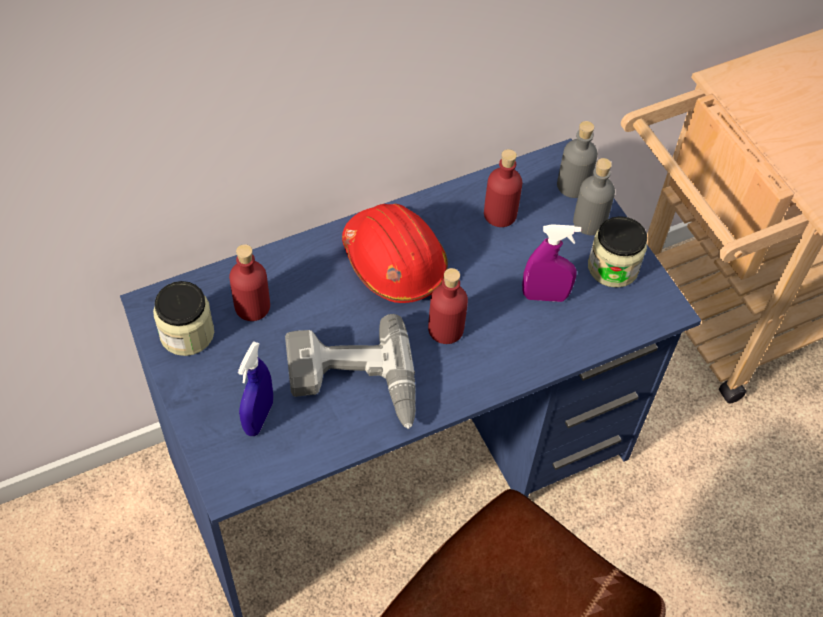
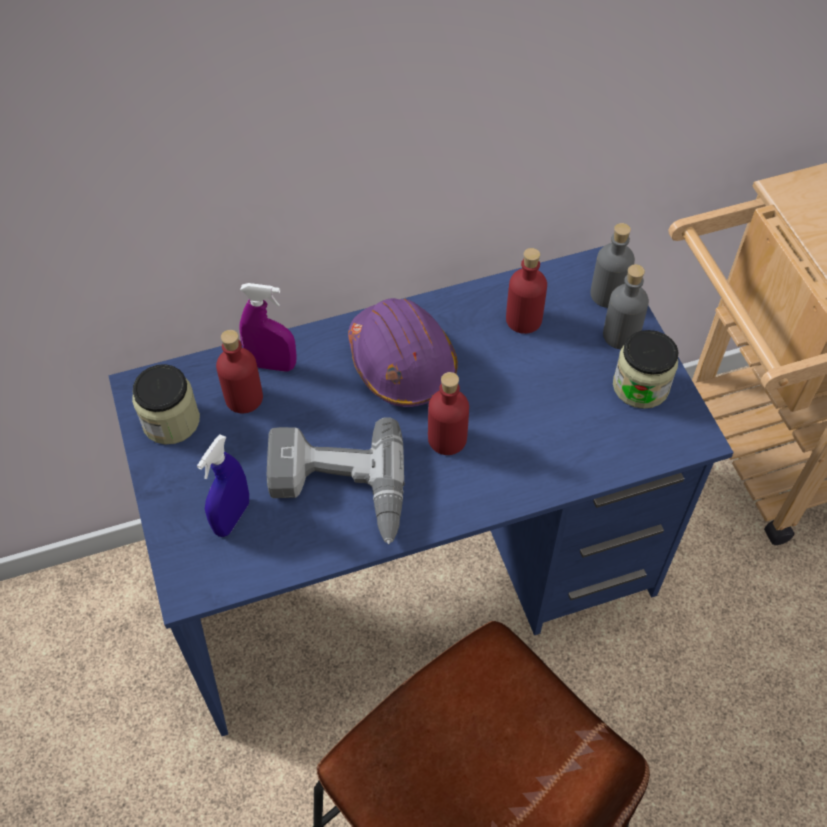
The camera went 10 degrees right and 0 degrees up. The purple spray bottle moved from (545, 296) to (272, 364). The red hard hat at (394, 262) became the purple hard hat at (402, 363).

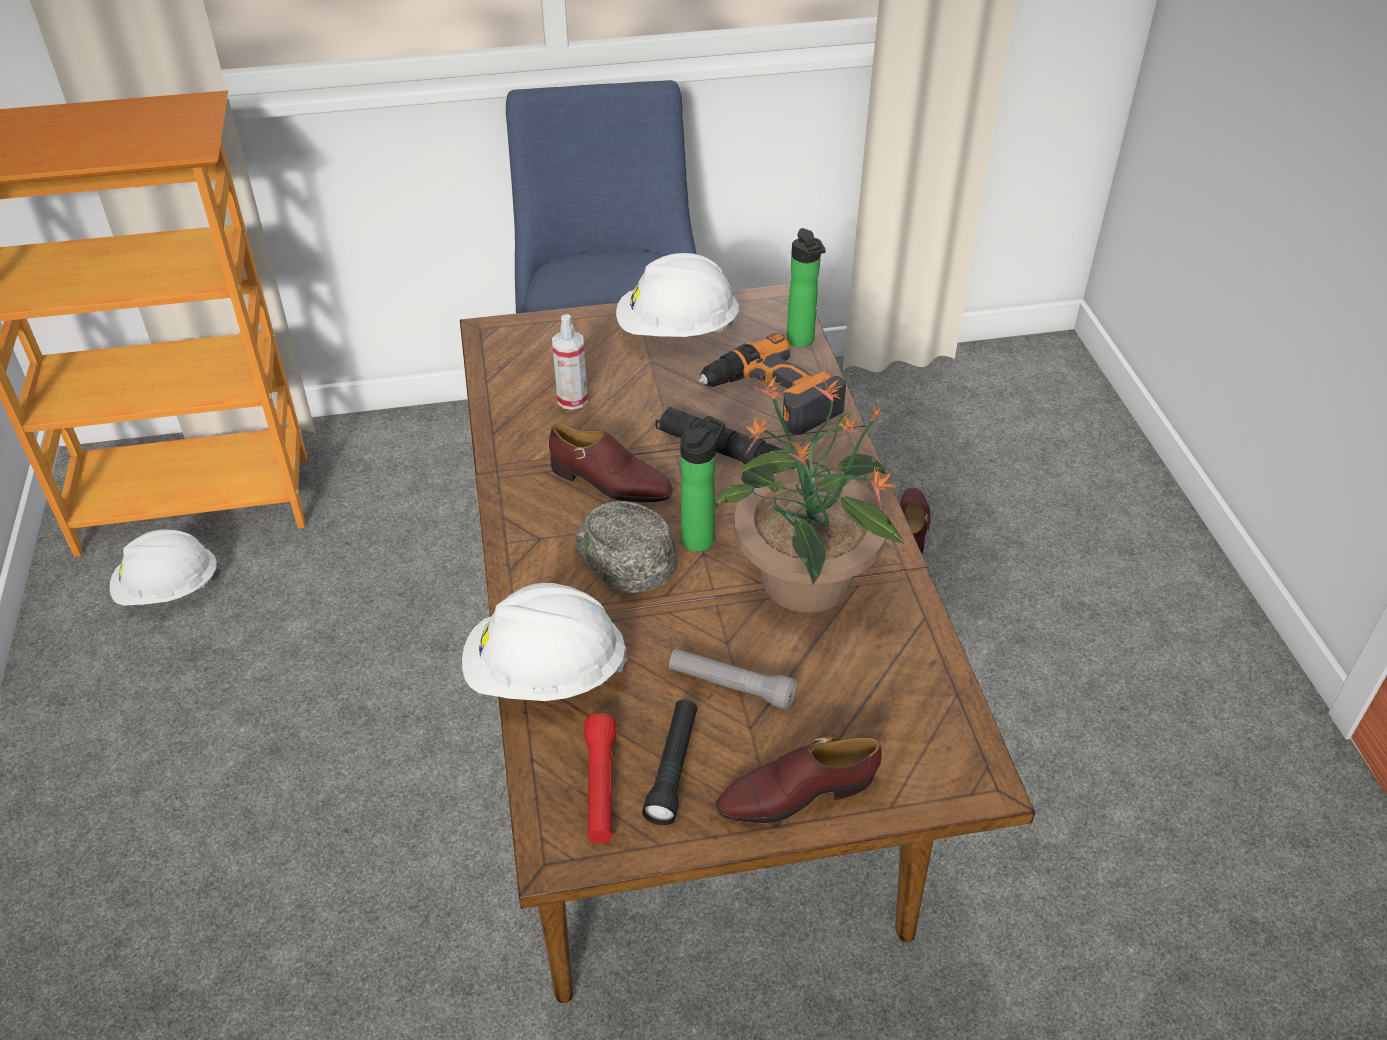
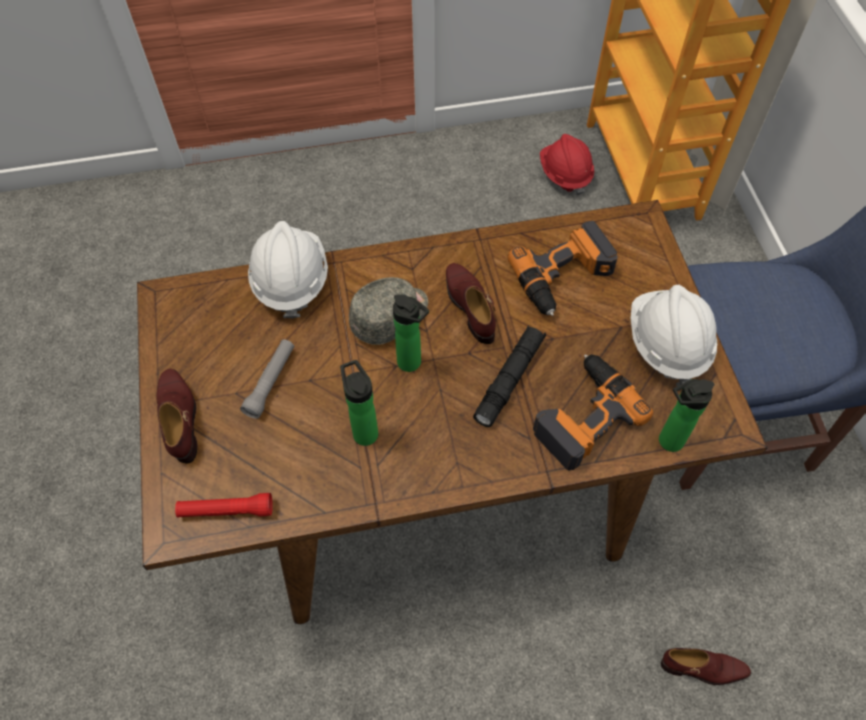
The camera went 90 degrees right and 15 degrees up. The red flashlight moved from (600, 787) to (226, 510). The potted plant at (805, 582) was replaced by the bottle at (364, 431). The brown shoe at (610, 482) turned 135 degrees clockwise. The spray bottle at (572, 399) was replaced by the power drill at (564, 277). The white hard hat at (169, 589) became the red hard hat at (565, 174). The black flashlight at (673, 768) disappeared.

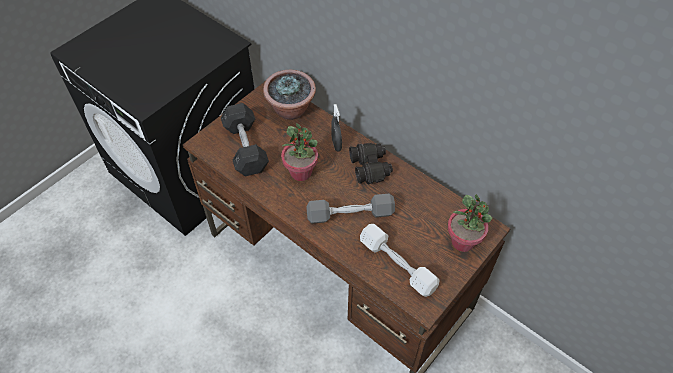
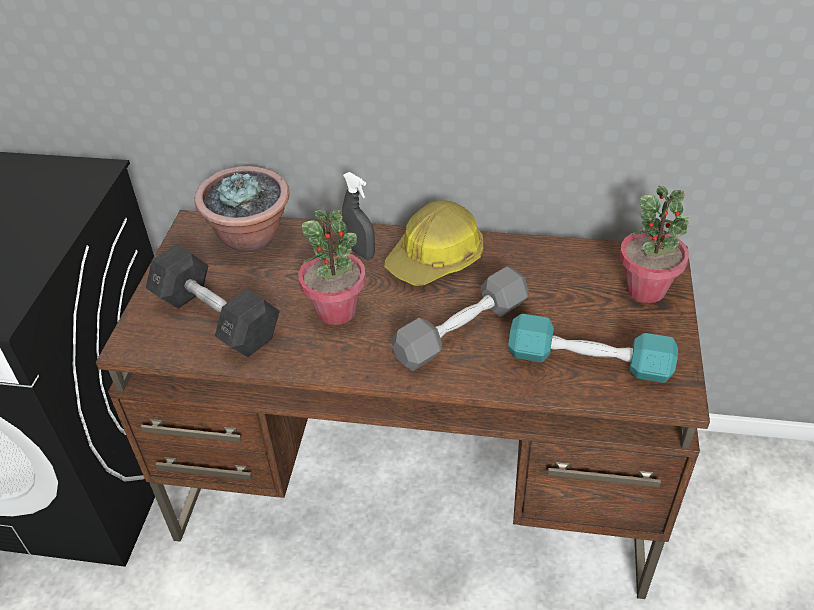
The camera went 30 degrees left and 10 degrees down. The black binoculars at (370, 167) was replaced by the hard hat at (436, 258). The white dumbbell at (397, 265) became the turquoise dumbbell at (589, 362).

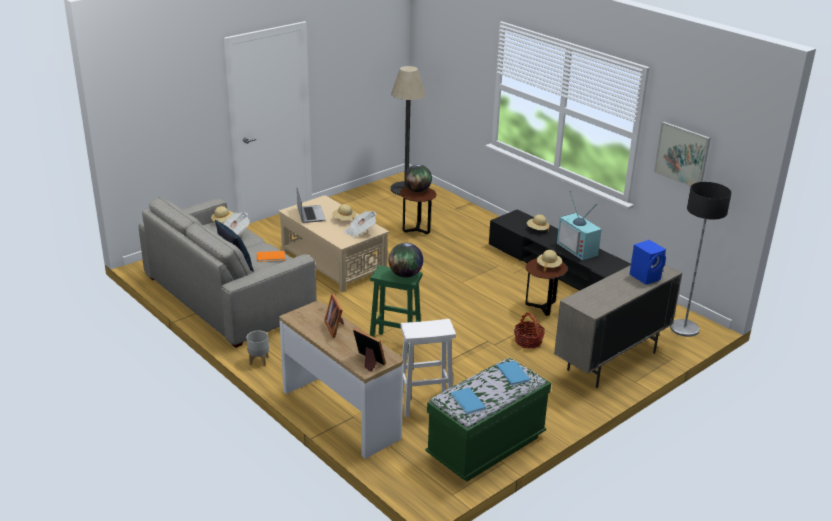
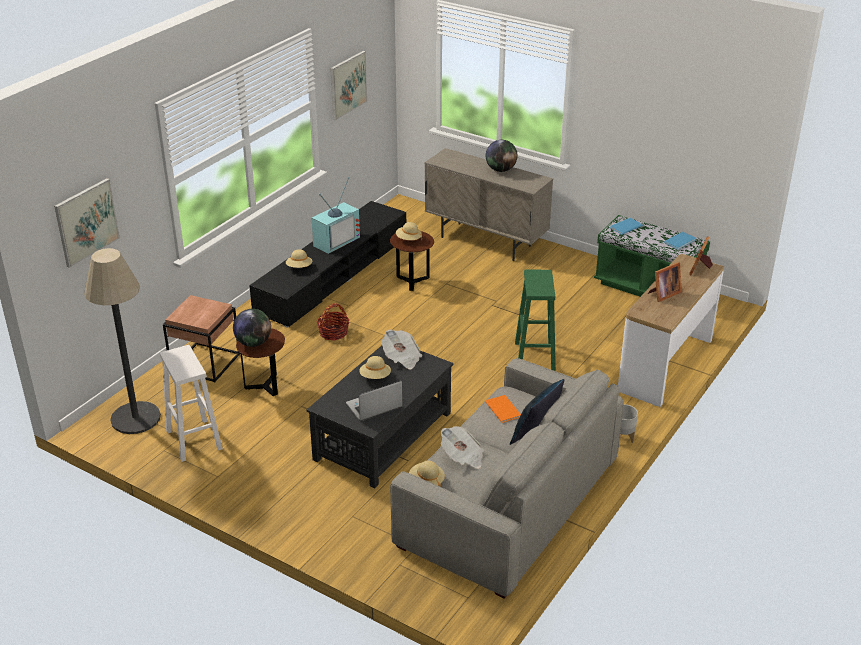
The camera went 105 degrees left and 5 degrees up. The picture at (86, 222) appeared. The white stool moved from (424, 403) to (194, 440). The brown side table at (205, 362) appeared. The beige coffee table at (333, 262) became the black coffee table at (382, 436). The basket moved from (528, 341) to (333, 333). The globe moved from (405, 275) to (500, 170). The blue speaker at (646, 277) disappeared. The floor lamp at (684, 328) disappeared.

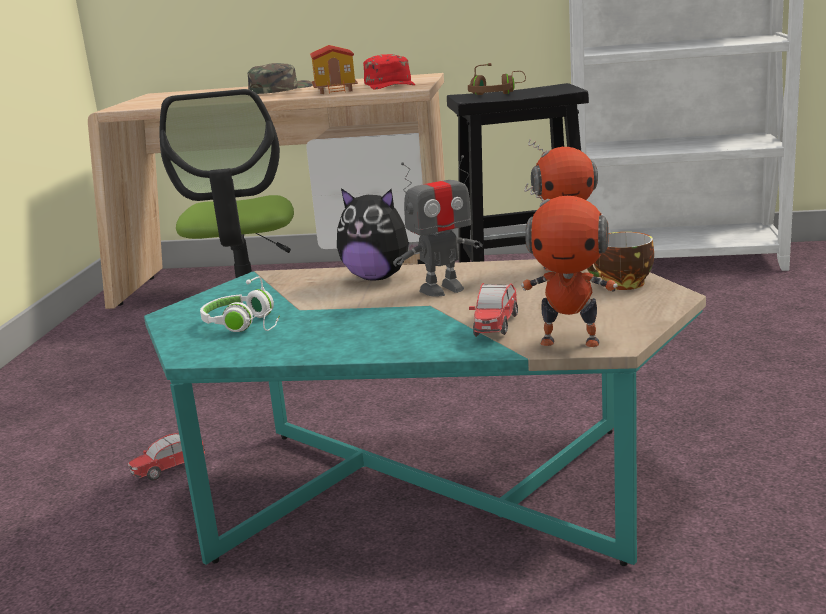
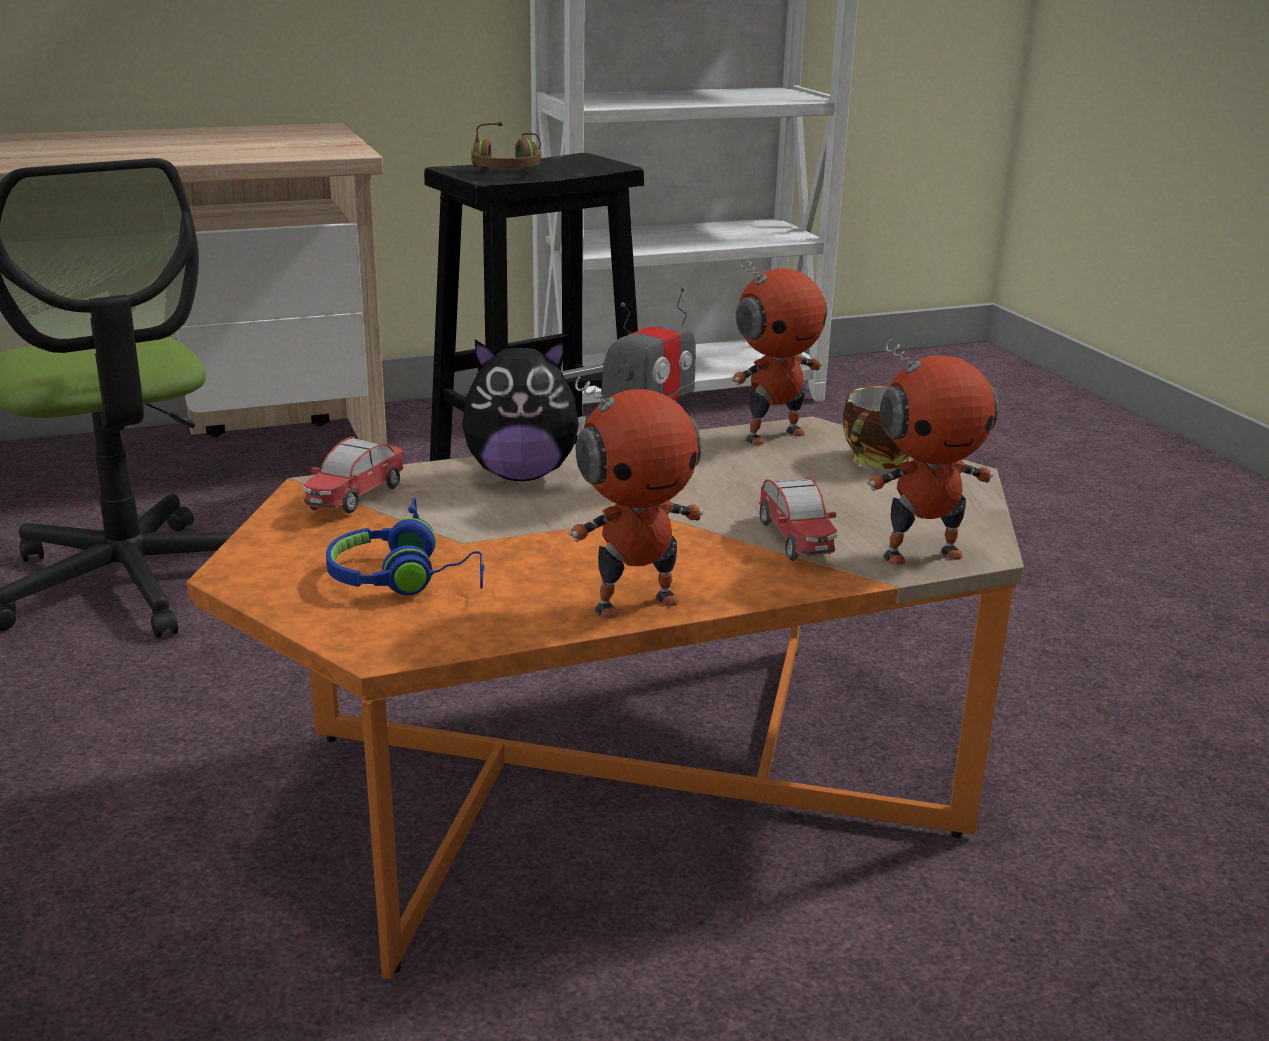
The camera went 30 degrees left and 5 degrees up. The turquoise coffee table at (429, 491) became the orange coffee table at (627, 784). The toy car moved from (170, 469) to (357, 498). The white headphones at (246, 325) became the blue headphones at (407, 580). The toy robot at (635, 603) appeared. The green cap at (280, 90) disappeared. The toy house at (336, 90) disappeared. The red cap at (390, 84) disappeared.

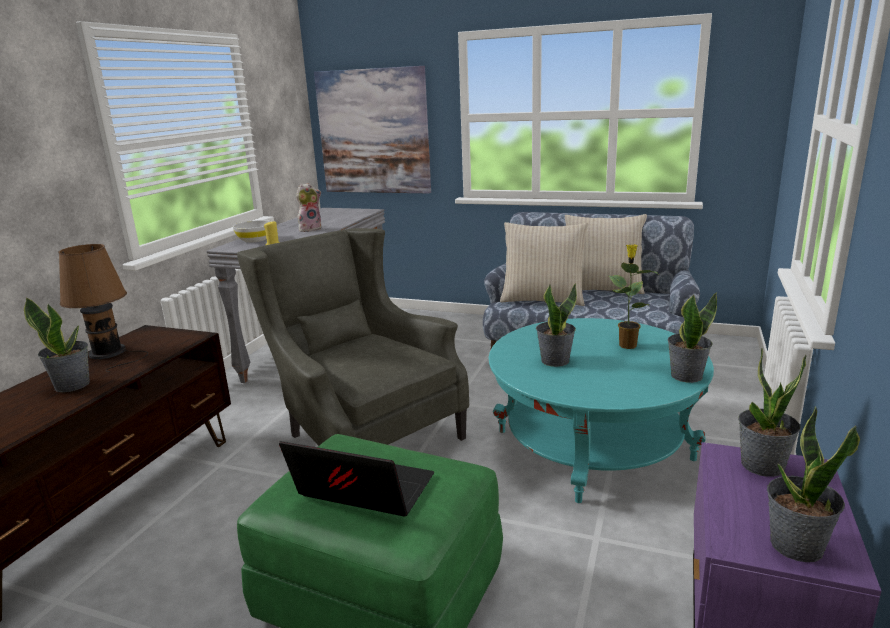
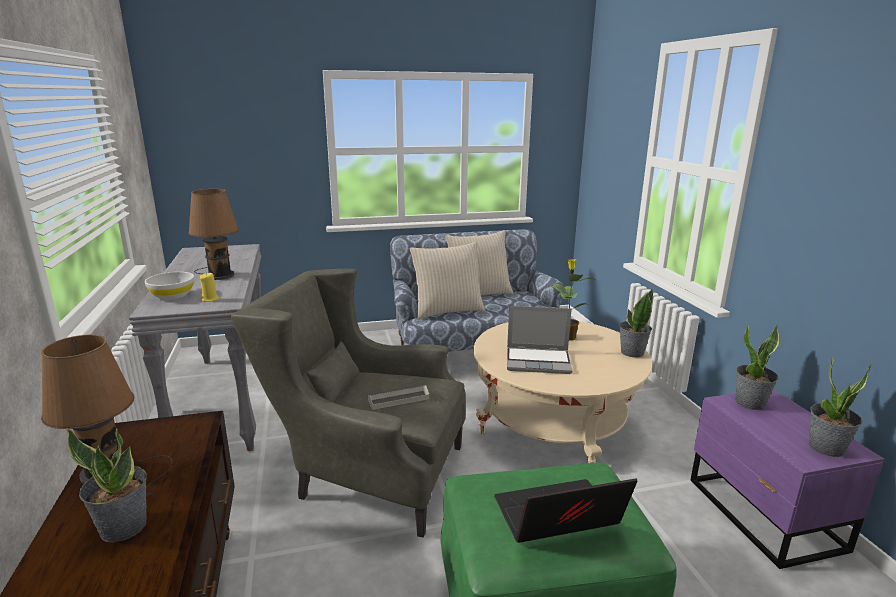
The camera went 35 degrees left and 0 degrees up. The plush toy at (310, 229) was replaced by the brown table lamp at (218, 275). The grey tray at (398, 399) appeared. The turquoise coffee table at (593, 444) became the beige coffee table at (554, 422). The potted plant at (554, 360) was replaced by the laptop at (539, 361). The picture at (373, 132) disappeared.

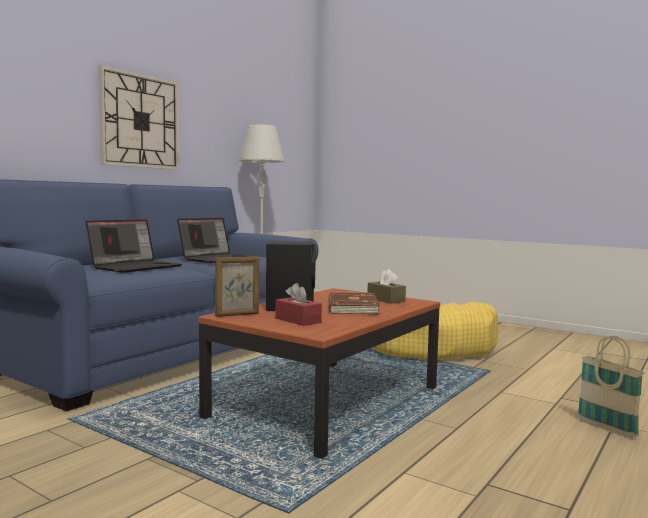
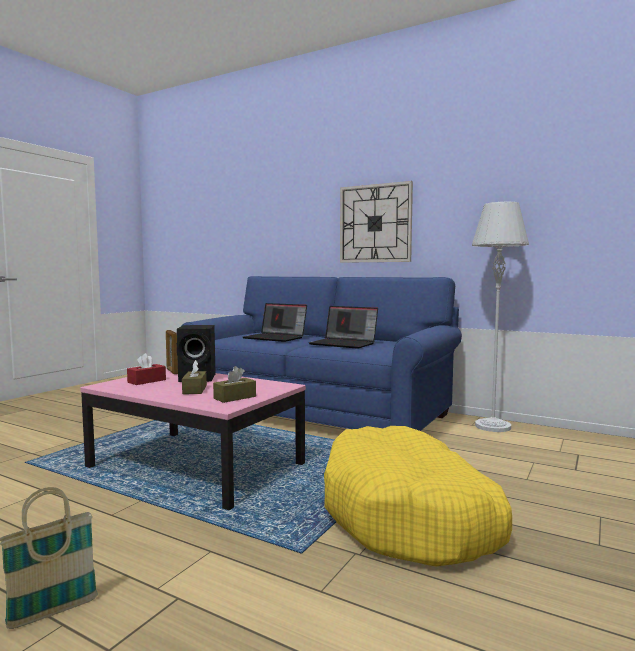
The camera went 85 degrees right and 0 degrees up. The brown coffee table at (327, 401) became the pink coffee table at (196, 465). The brown book at (351, 307) was replaced by the brown tissue box at (194, 389).

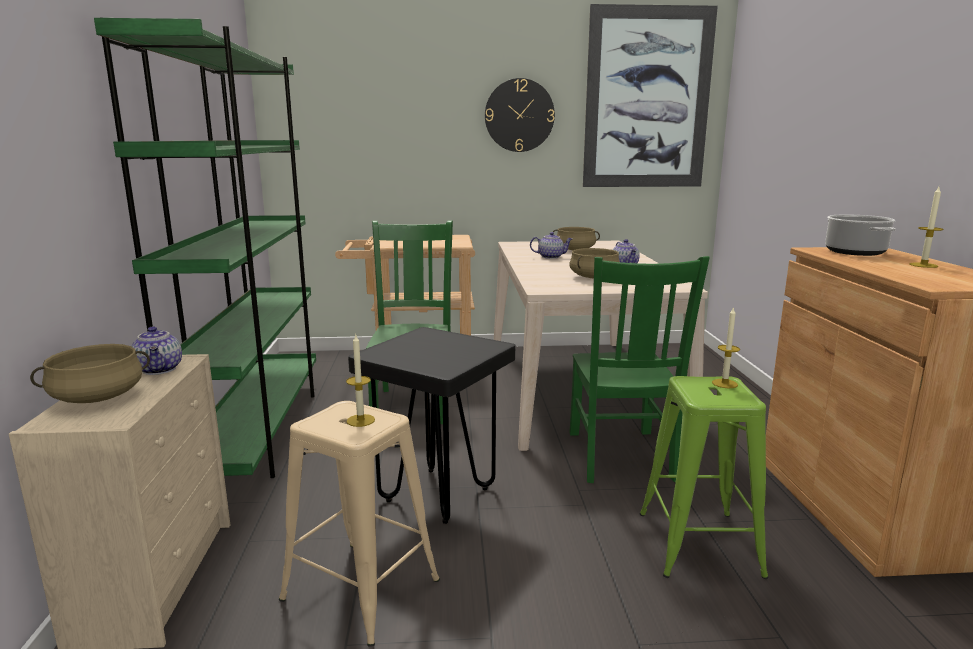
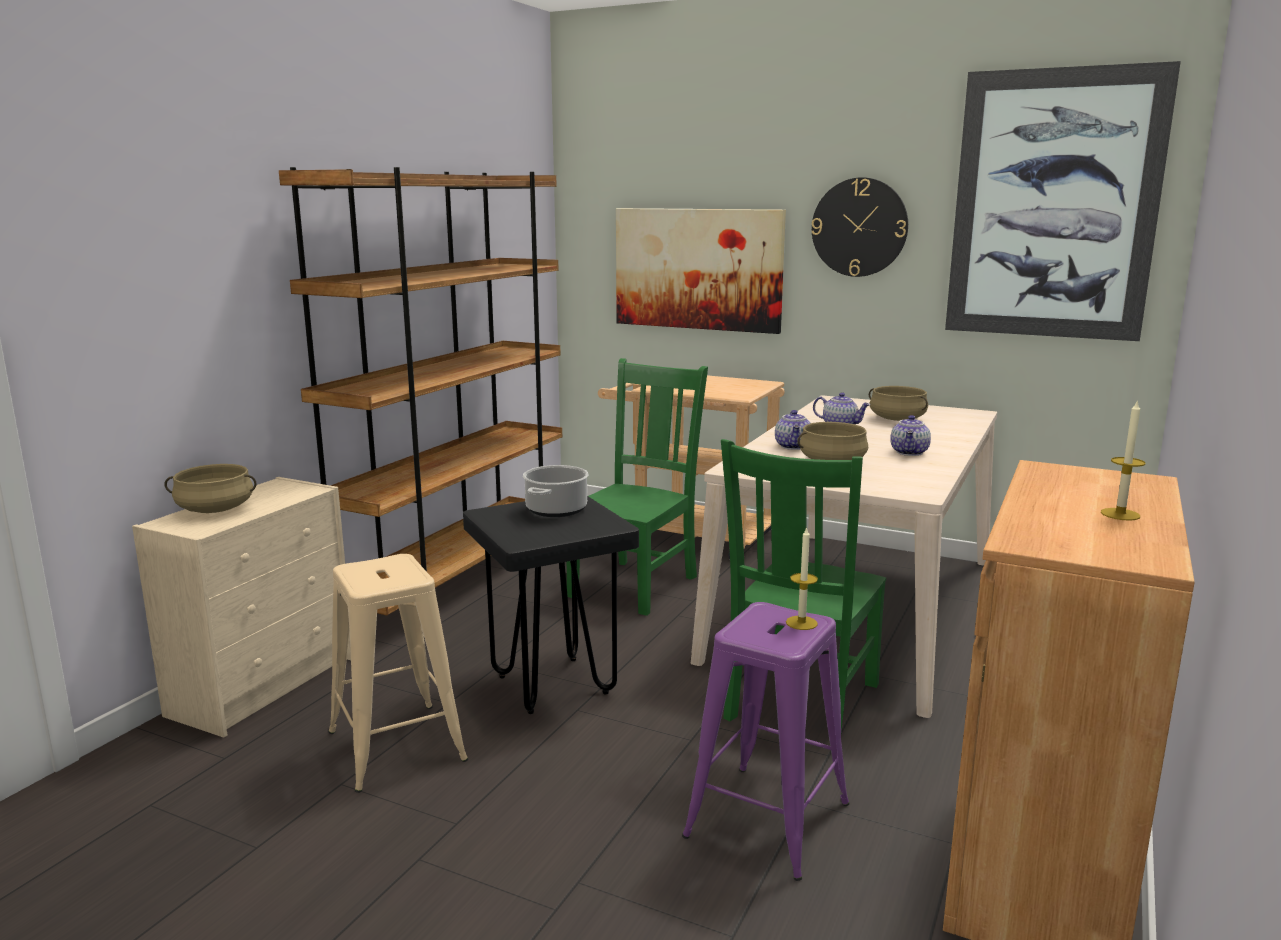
The camera went 30 degrees right and 0 degrees up. The green bookcase at (258, 432) became the brown bookcase at (458, 579). The cooking pot moved from (854, 252) to (556, 509). The picture at (698, 269) appeared. The green stool at (698, 543) became the purple stool at (768, 819). The teapot moved from (160, 369) to (794, 446). The candle at (360, 420) disappeared.

